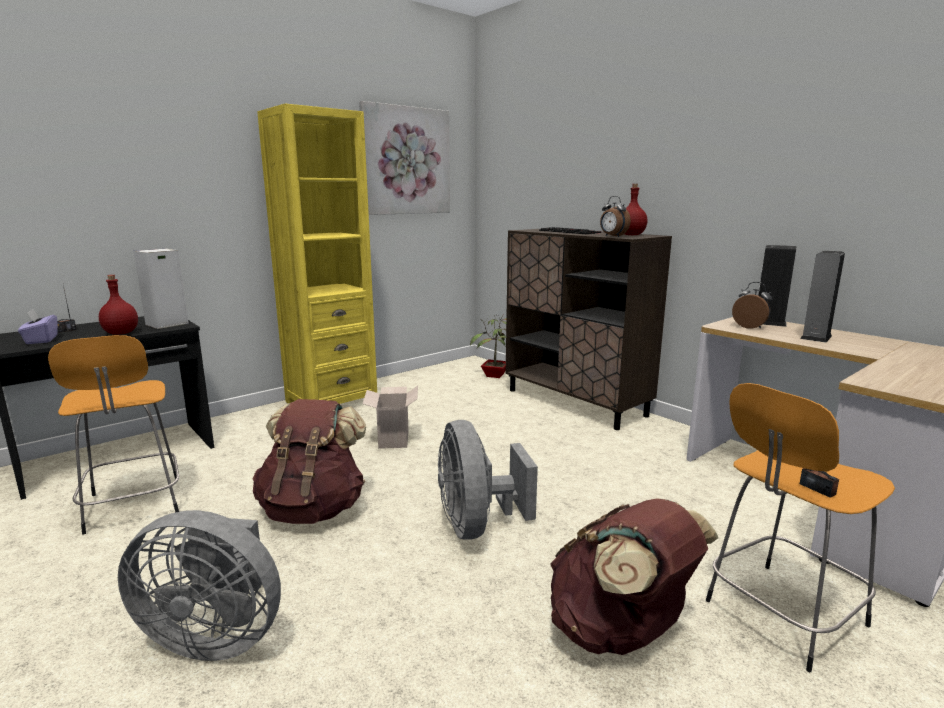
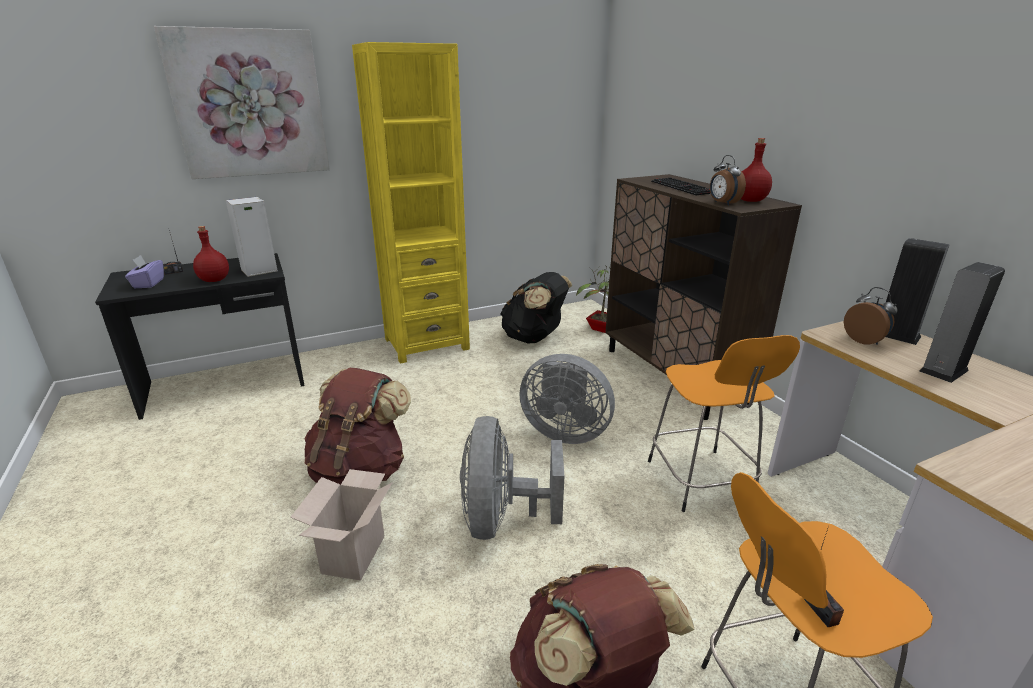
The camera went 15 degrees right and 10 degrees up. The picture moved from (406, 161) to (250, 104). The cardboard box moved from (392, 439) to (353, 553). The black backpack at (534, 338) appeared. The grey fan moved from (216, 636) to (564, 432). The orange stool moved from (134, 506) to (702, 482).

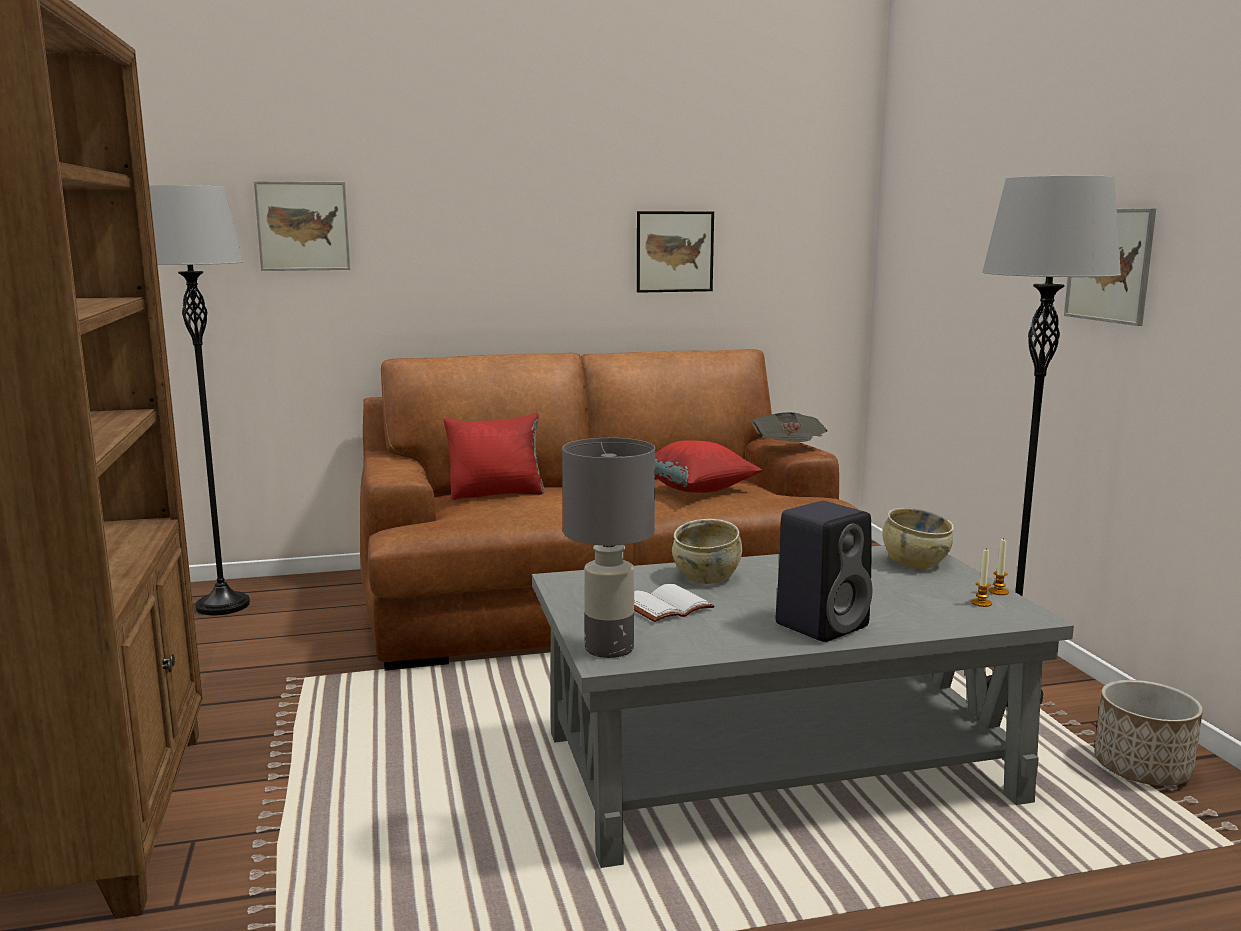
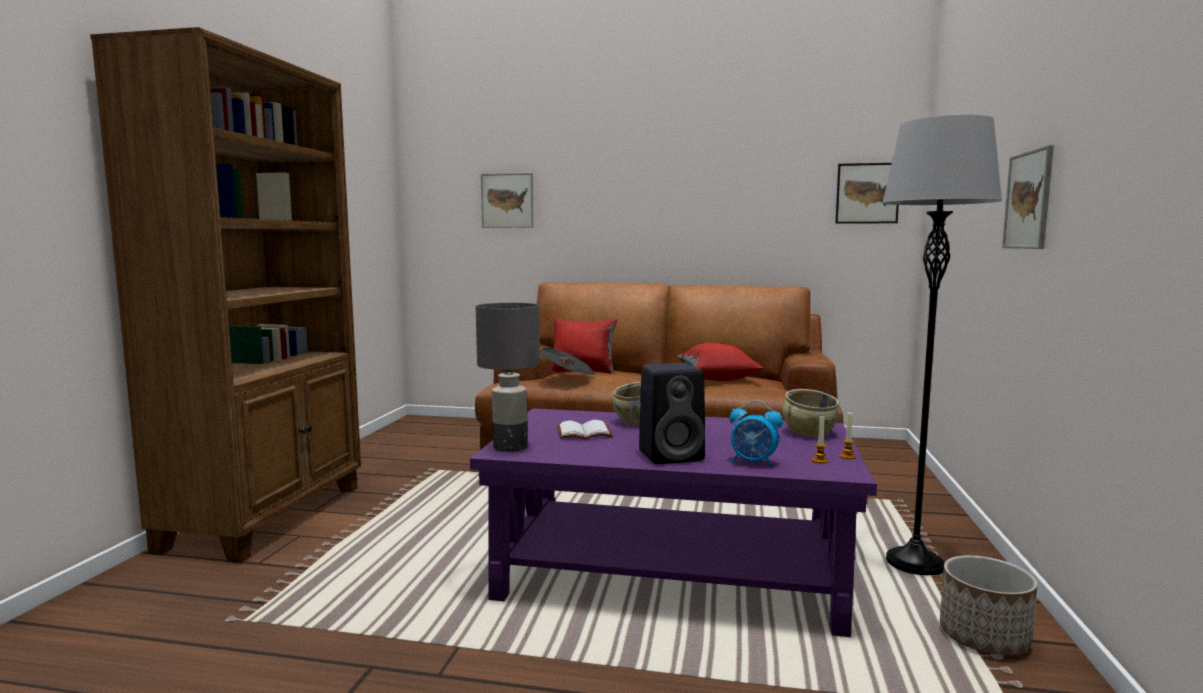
The camera went 25 degrees right and 5 degrees down. The grey coffee table at (778, 766) became the purple coffee table at (672, 570). The newspaper moved from (788, 449) to (568, 378). The alarm clock at (753, 463) appeared. The picture moved from (674, 251) to (867, 193). The grey floor lamp at (223, 605) disappeared.

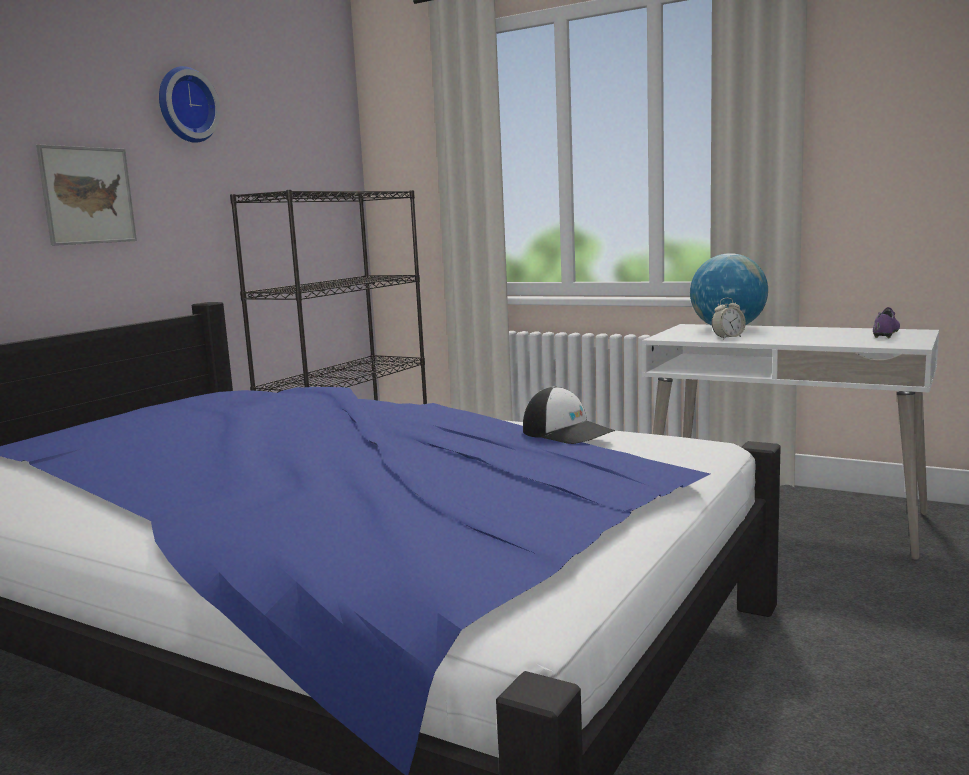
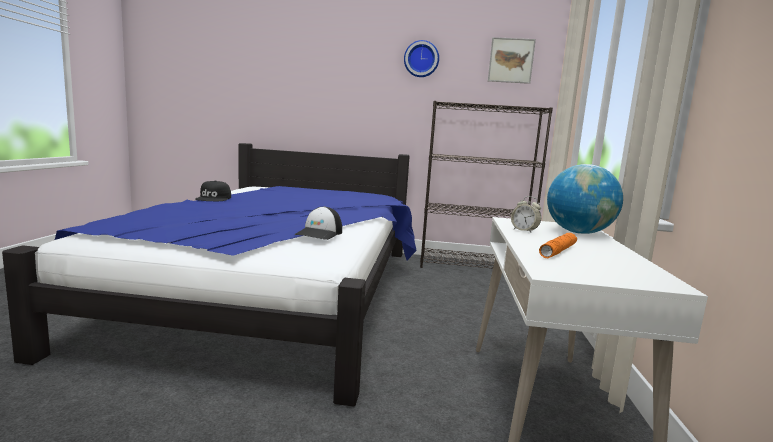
The camera went 65 degrees right and 0 degrees up. The black cap at (214, 198) appeared. The picture moved from (87, 195) to (511, 60). The orange flashlight at (558, 251) appeared. The purple shoe at (886, 334) disappeared.

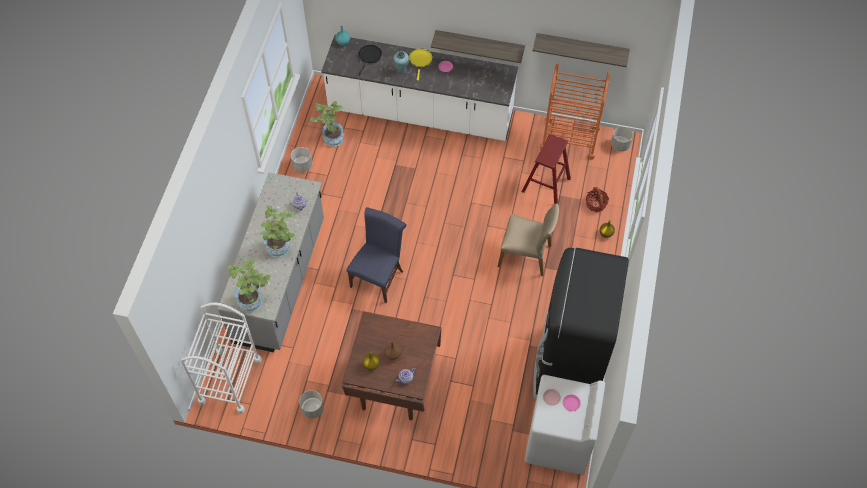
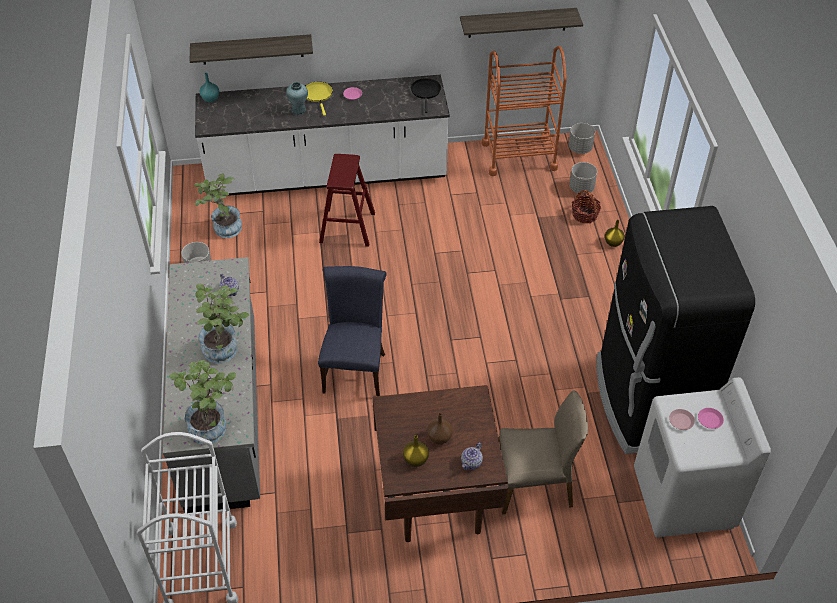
The camera went 20 degrees left and 10 degrees down. The shelf moved from (479, 44) to (252, 49). The red stool moved from (546, 185) to (347, 227). The black frying pan moved from (369, 56) to (426, 92). The beige chair moved from (525, 255) to (534, 484). The grey planter moved from (312, 409) to (581, 188).

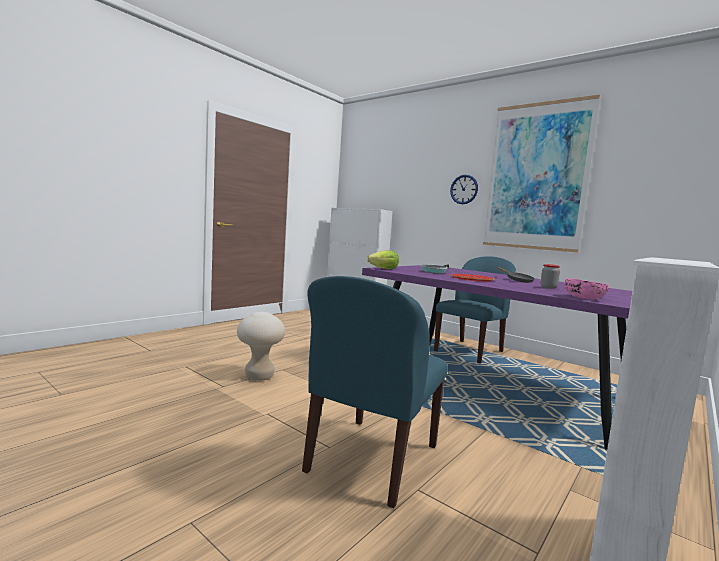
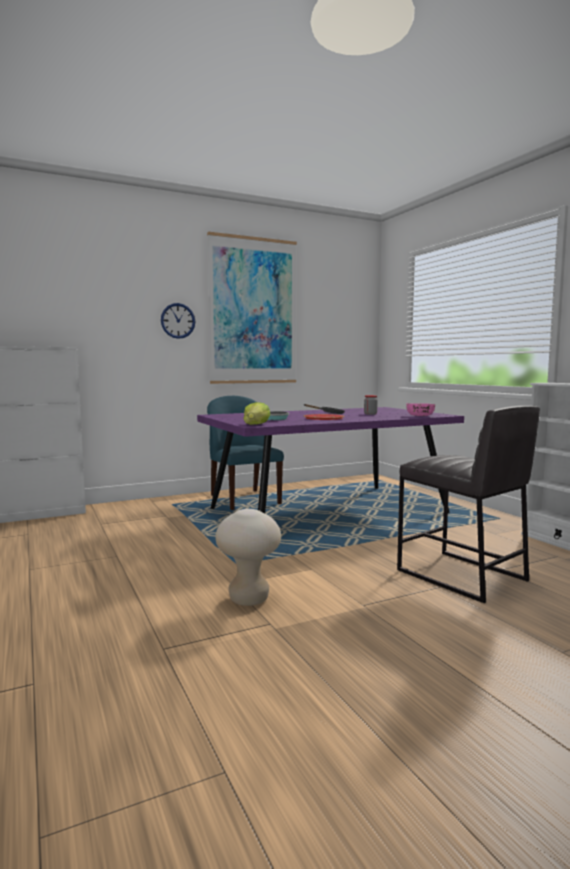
The camera went 65 degrees left and 0 degrees up. The blue chair at (371, 460) was replaced by the grey stool at (461, 575).

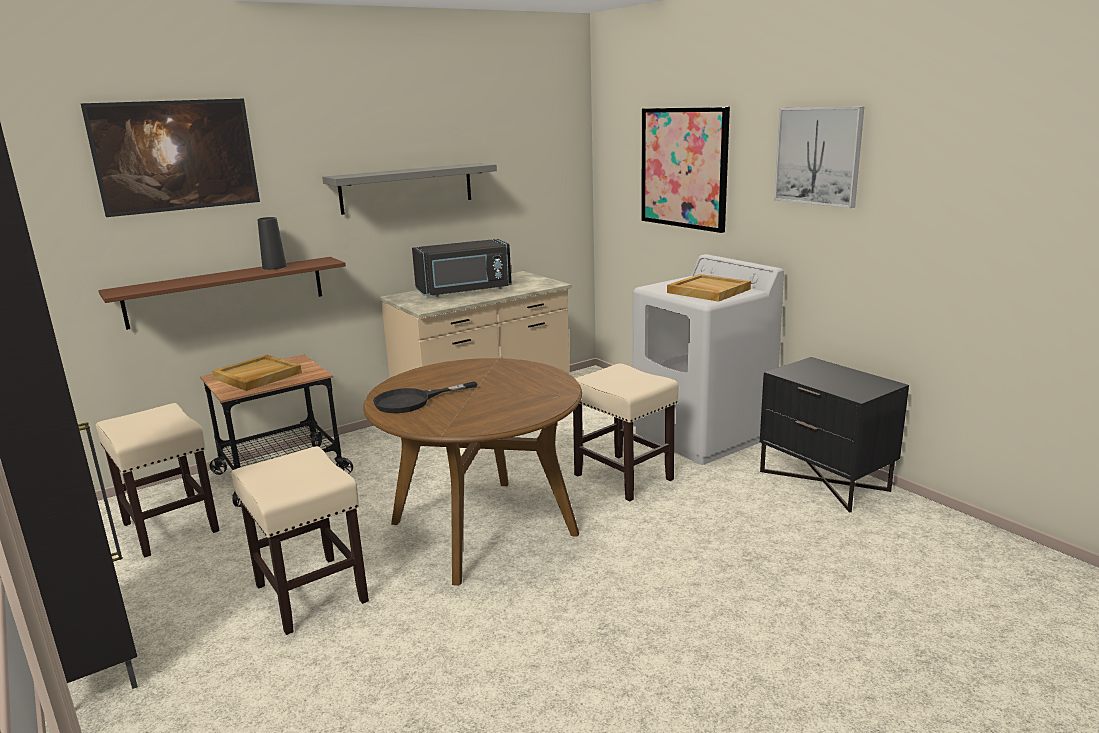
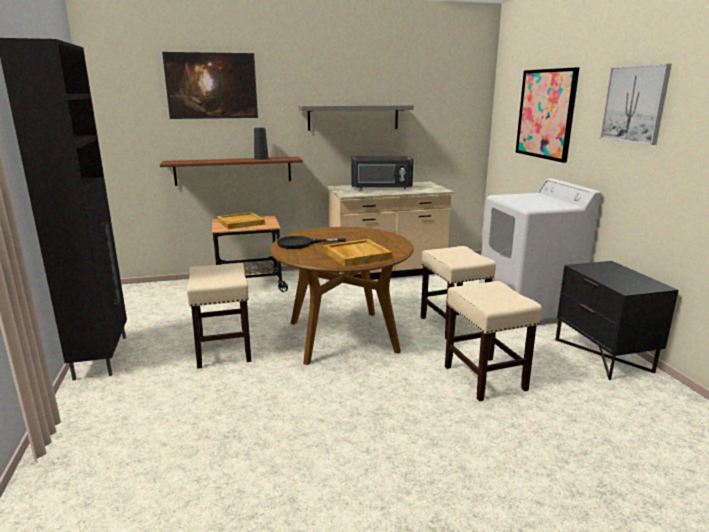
The camera went 20 degrees right and 0 degrees up. The beige tray moved from (707, 291) to (356, 255). The beige stool moved from (171, 527) to (485, 378).

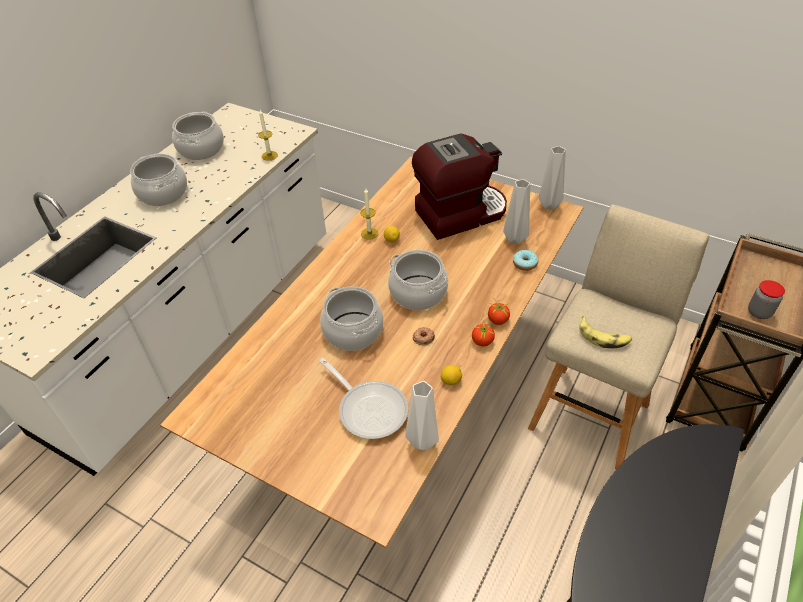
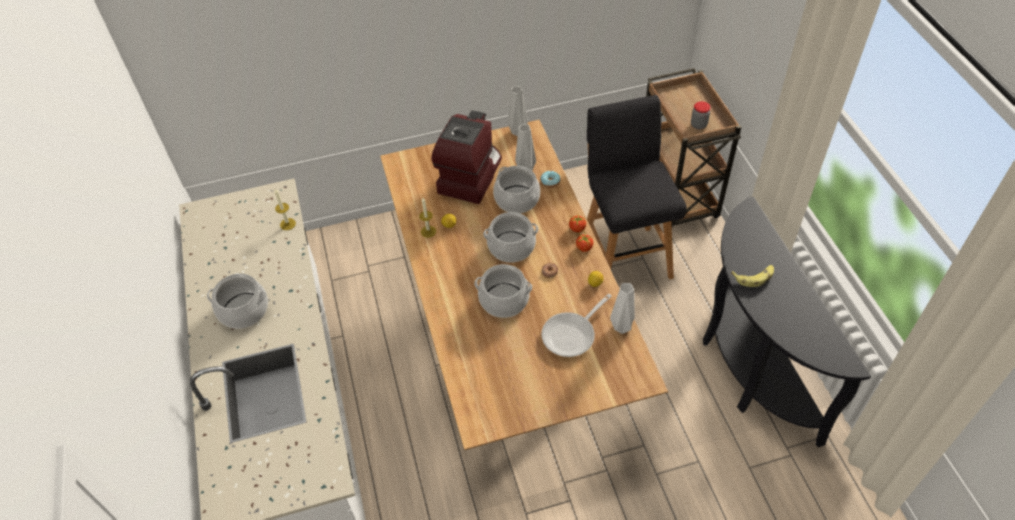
The camera went 45 degrees left and 5 degrees up. The cooking pot moved from (201, 149) to (517, 199). The frying pan at (369, 408) turned 135 degrees clockwise. The beige stool at (590, 413) became the black stool at (624, 257). The banana moved from (603, 337) to (754, 277).

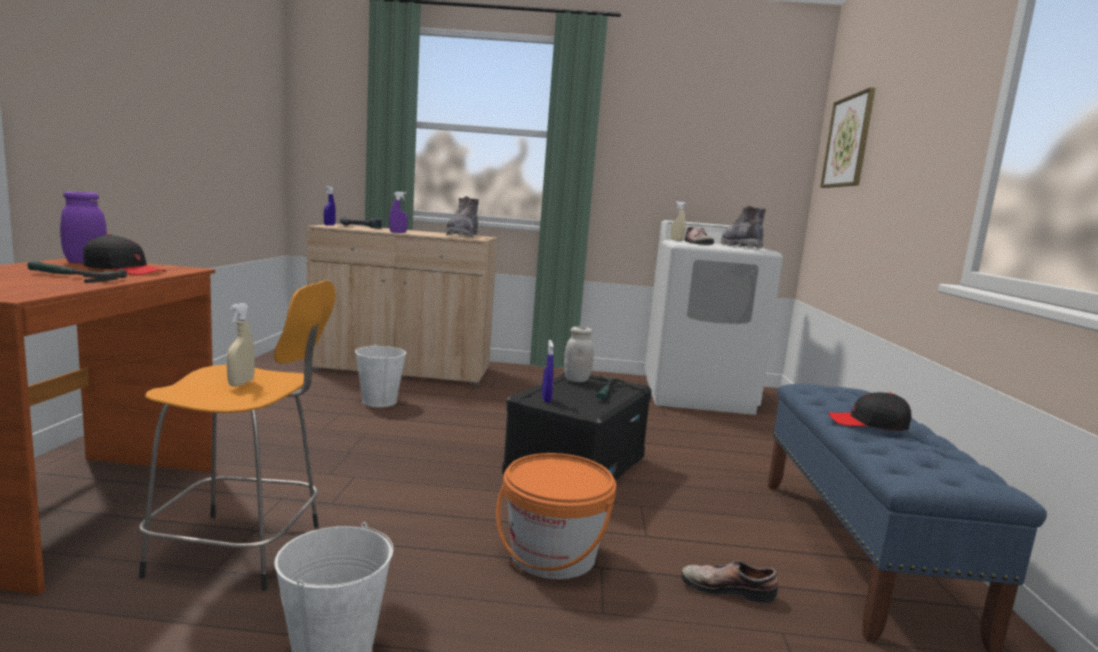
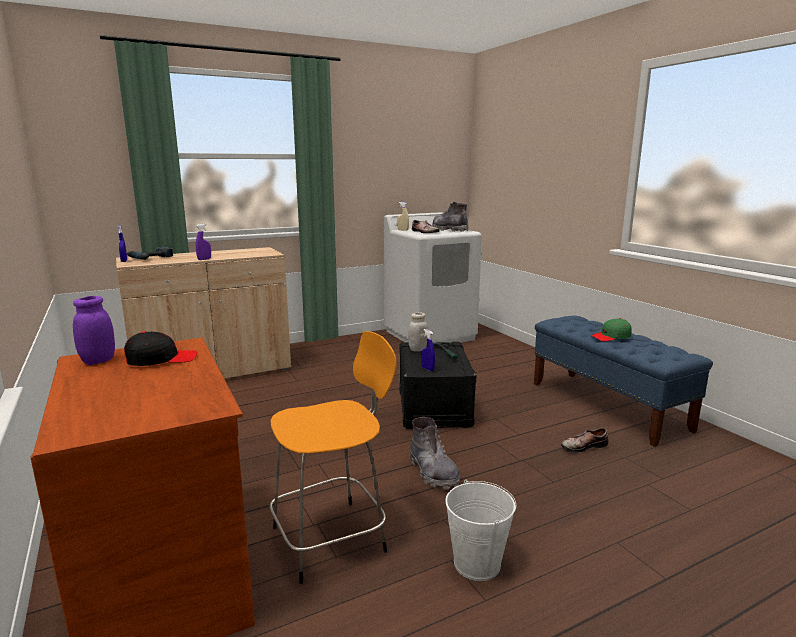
The camera went 30 degrees left and 5 degrees up. The grey boot moved from (462, 236) to (433, 472). The black cap at (868, 423) became the green cap at (611, 337). The hammer at (71, 277) disappeared. The beige spray bottle at (241, 383) disappeared. The white bucket at (379, 401) disappeared. The orange bucket at (553, 555) disappeared. The picture at (848, 141) disappeared.

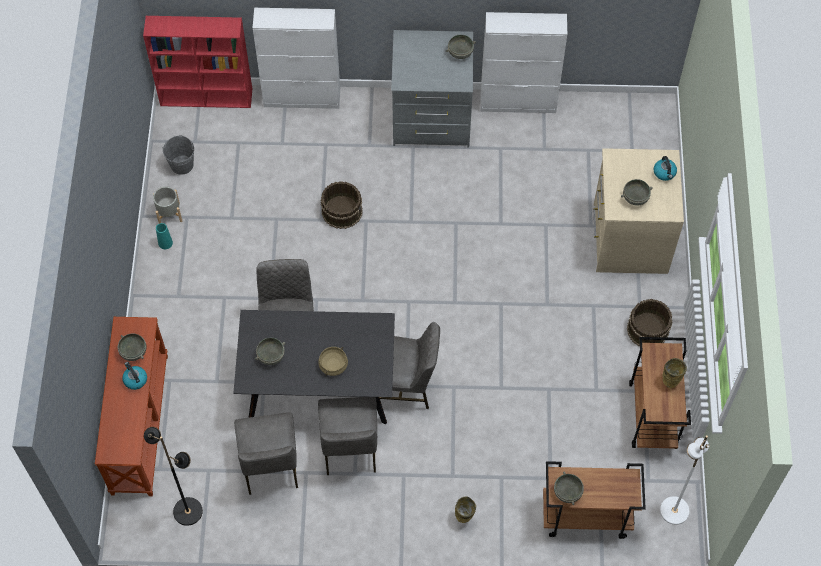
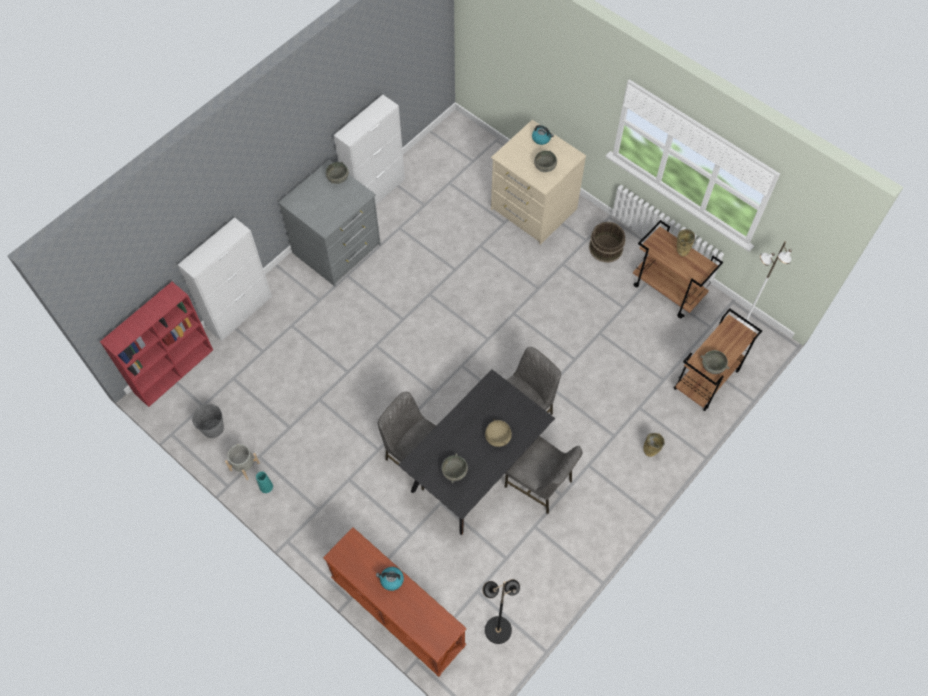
The camera went 50 degrees left and 0 degrees up. The grey bowl at (133, 352) disappeared. The grey chair at (270, 465) disappeared. The brown bucket at (342, 211) disappeared.

